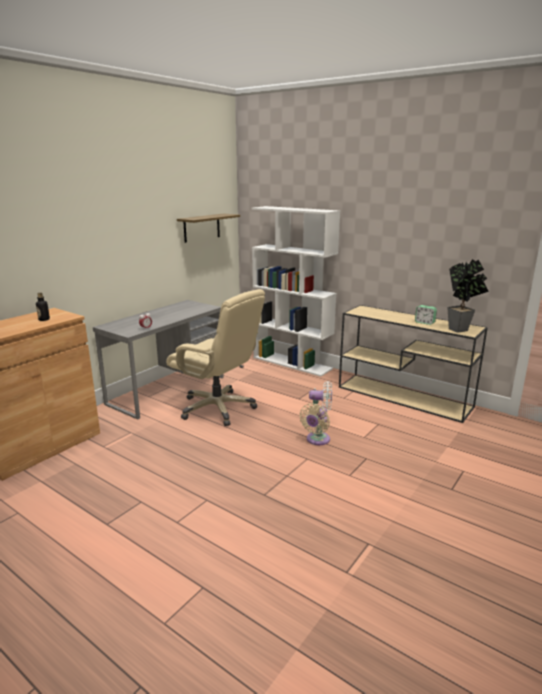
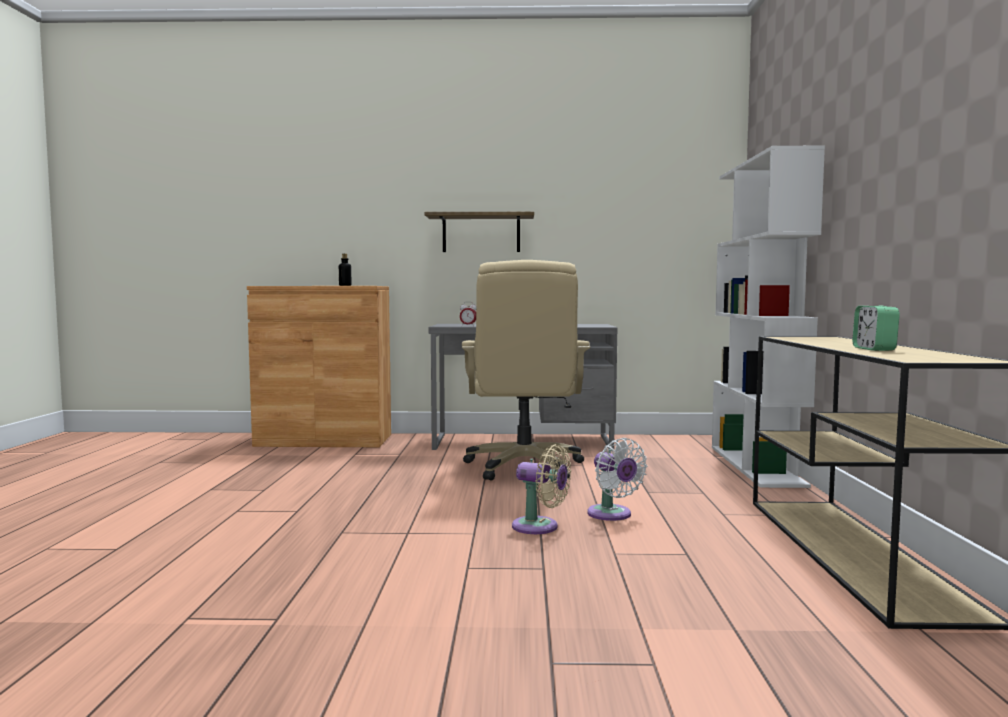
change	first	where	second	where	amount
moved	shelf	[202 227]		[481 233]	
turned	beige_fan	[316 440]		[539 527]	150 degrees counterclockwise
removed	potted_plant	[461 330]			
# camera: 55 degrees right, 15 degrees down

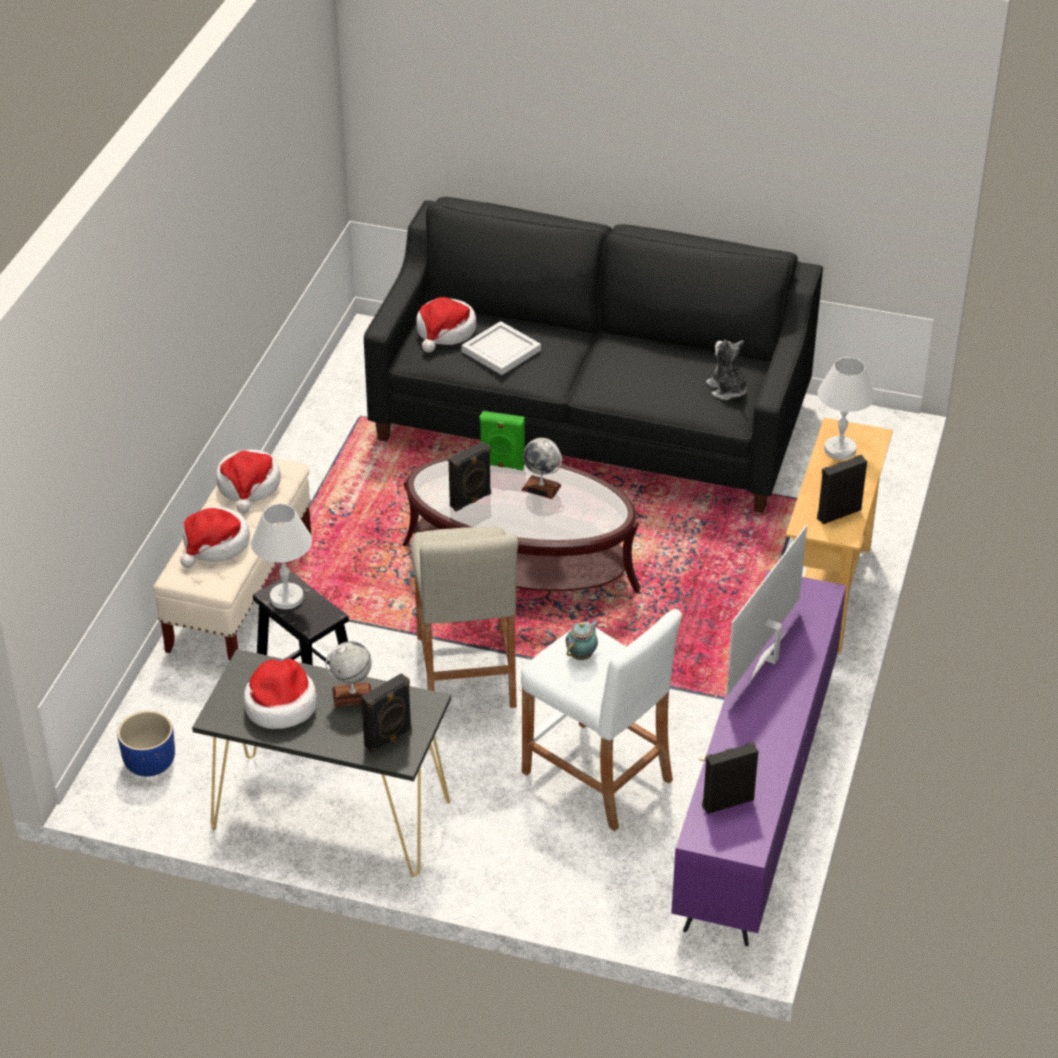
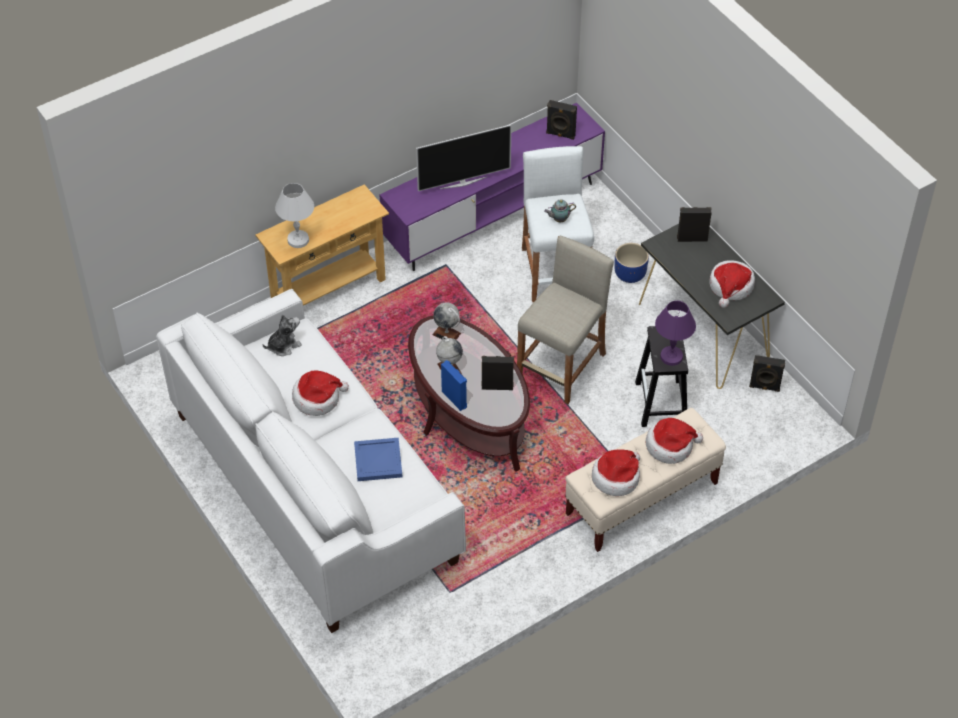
change	first	where	second	where	amount
moved	blue_planter	[149 763]		[630 275]	
recoloured	white_table_lamp	[286 598]	purple_table_lamp	[671 356]	
moved	globe	[352 695]		[446 334]	
recoloured	black_sofa	[591 422]	white_sofa	[315 487]	
moved	hat	[445 332]		[318 398]	
recoloured	white_tray	[502 351]	blue_tray	[377 460]	
recoloured	green_speaker	[502 465]	blue_speaker	[455 398]	
turned	plush_toy	[727 389]		[283 345]	135 degrees counterclockwise
moved	black_speaker	[838 513]		[764 387]	
# camera: 140 degrees left, 10 degrees up

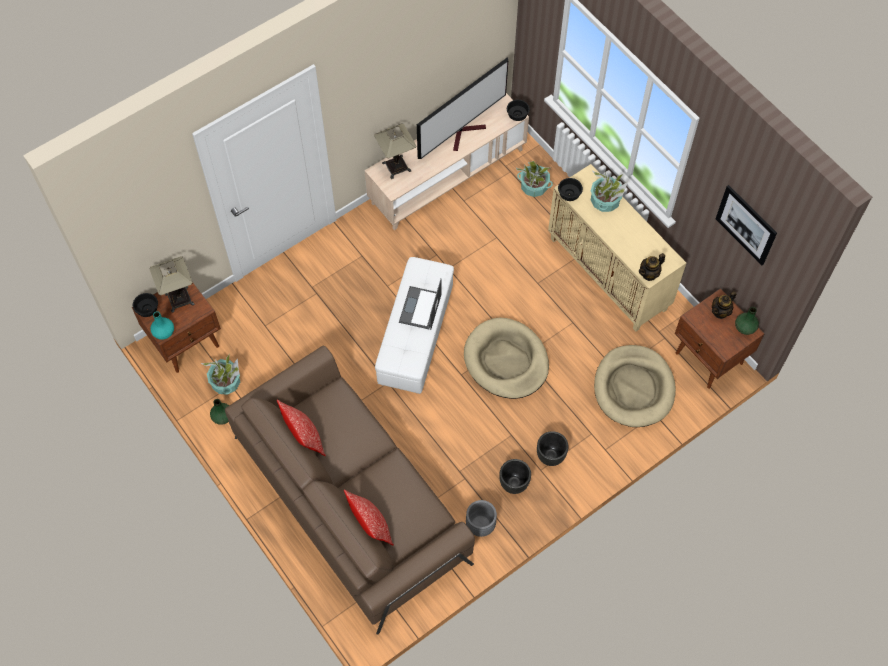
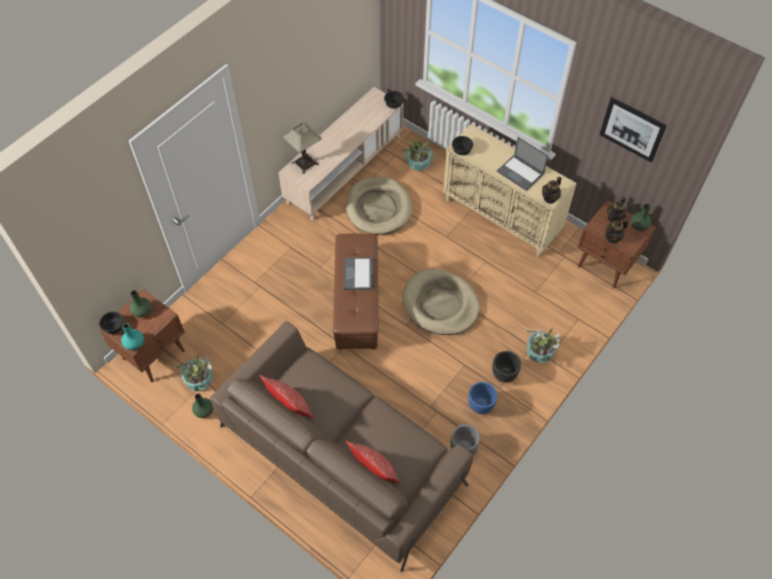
change	first	where	second	where	amount
replaced	table_lamp	[179 299]	green_vase	[142 311]	
recoloured	white_ottoman	[415 335]	brown_ottoman	[356 301]	
removed	television	[465 133]			
recoloured	black_planter	[513 483]	blue_planter	[480 405]	
moved	potted_plant	[605 201]		[539 352]	
moved	beige_dog_bed	[634 388]		[378 208]	
added			laptop	[521 173]	
added			teapot	[613 238]	
# camera: 15 degrees left, 5 degrees down

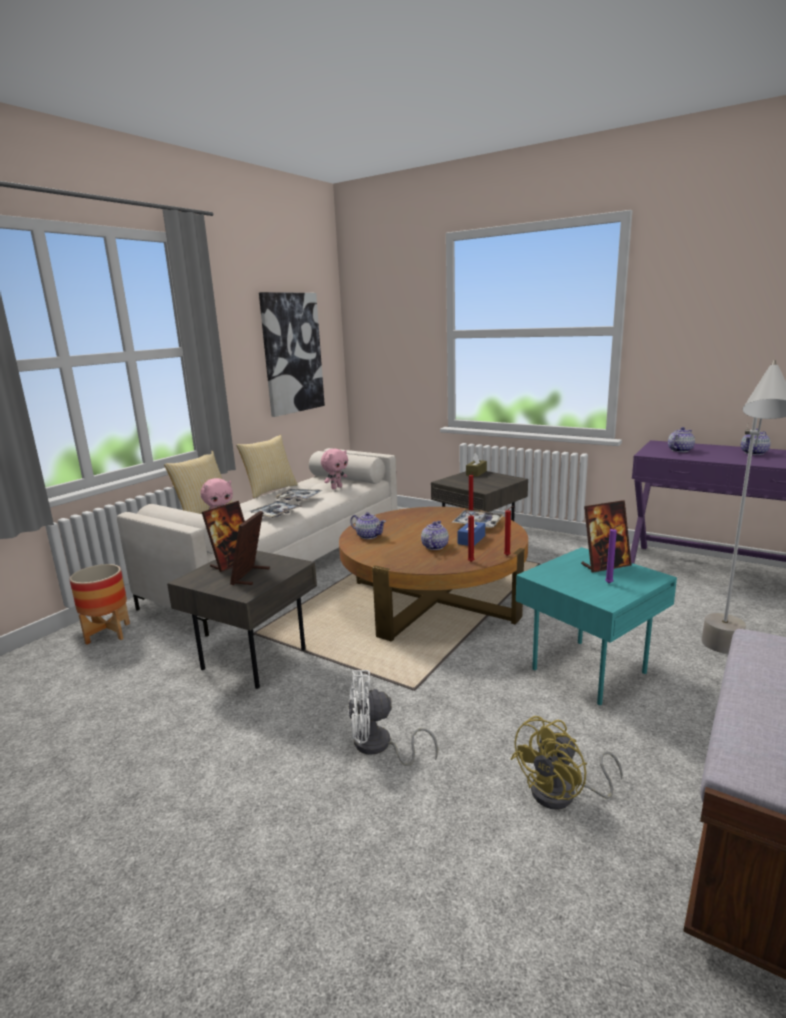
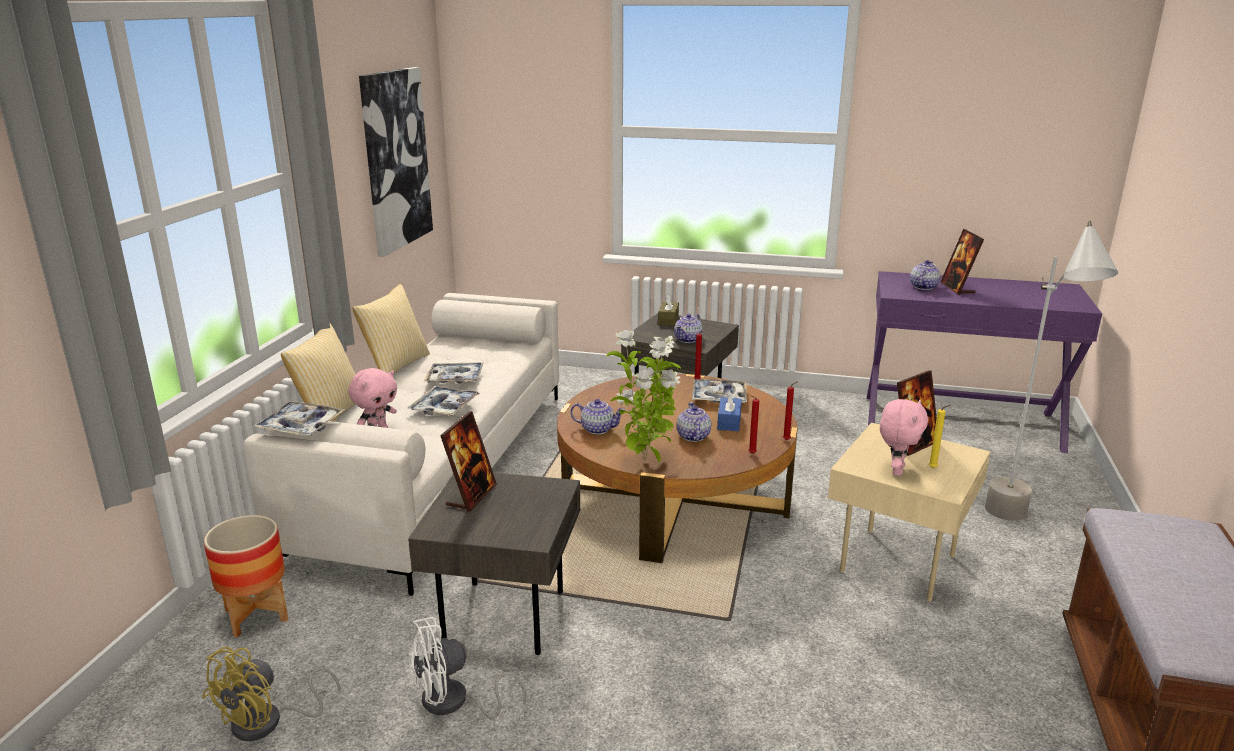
change	first	where	second	where	amount
moved	picture_frame	[250 576]		[957 288]	
moved	pink_plush_toy	[336 487]		[896 470]	
moved	white_fan	[379 747]		[454 703]	
moved	yellow_fan	[563 794]		[268 723]	
recoloured	turquoise_side_table	[588 668]	beige_side_table	[895 560]	
recoloured	purple_candle	[610 583]	yellow_candle	[934 468]	
moved	teapot	[754 453]		[688 339]	
added			tray	[300 426]	
added			potted_plant	[646 462]	
# camera: 20 degrees left, 5 degrees up

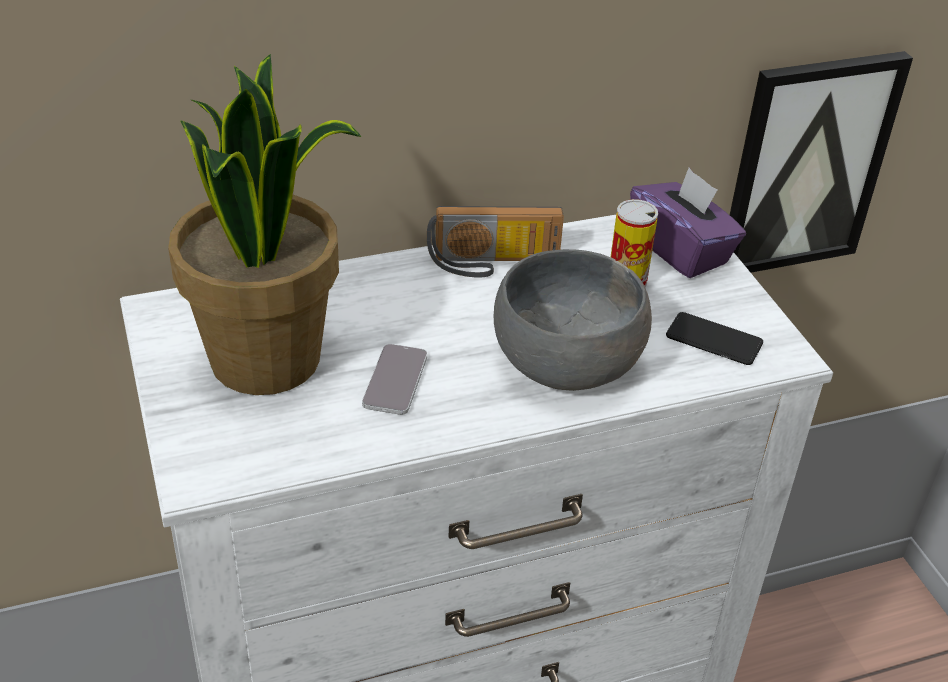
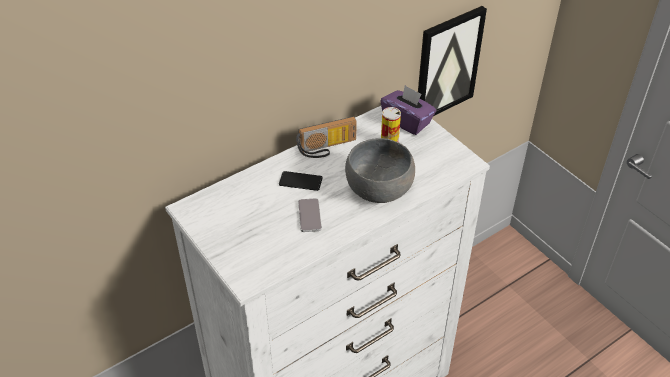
change	first	where	second	where	amount
removed	potted_plant	[268 359]			
moved	phone	[714 340]		[300 181]	
# camera: 15 degrees left, 5 degrees up

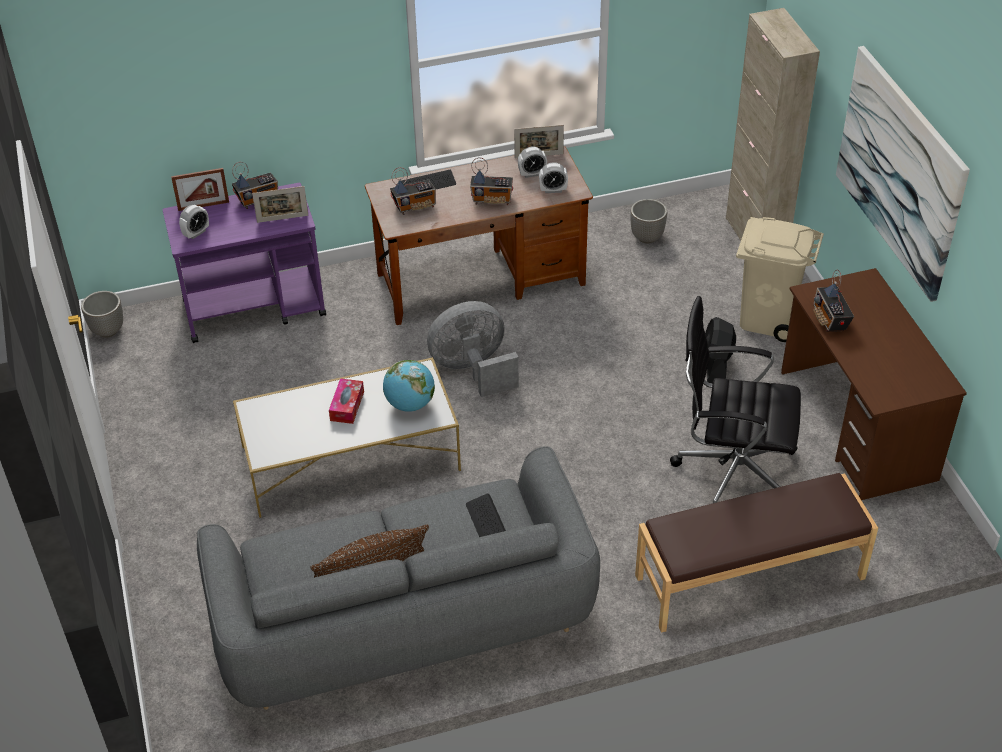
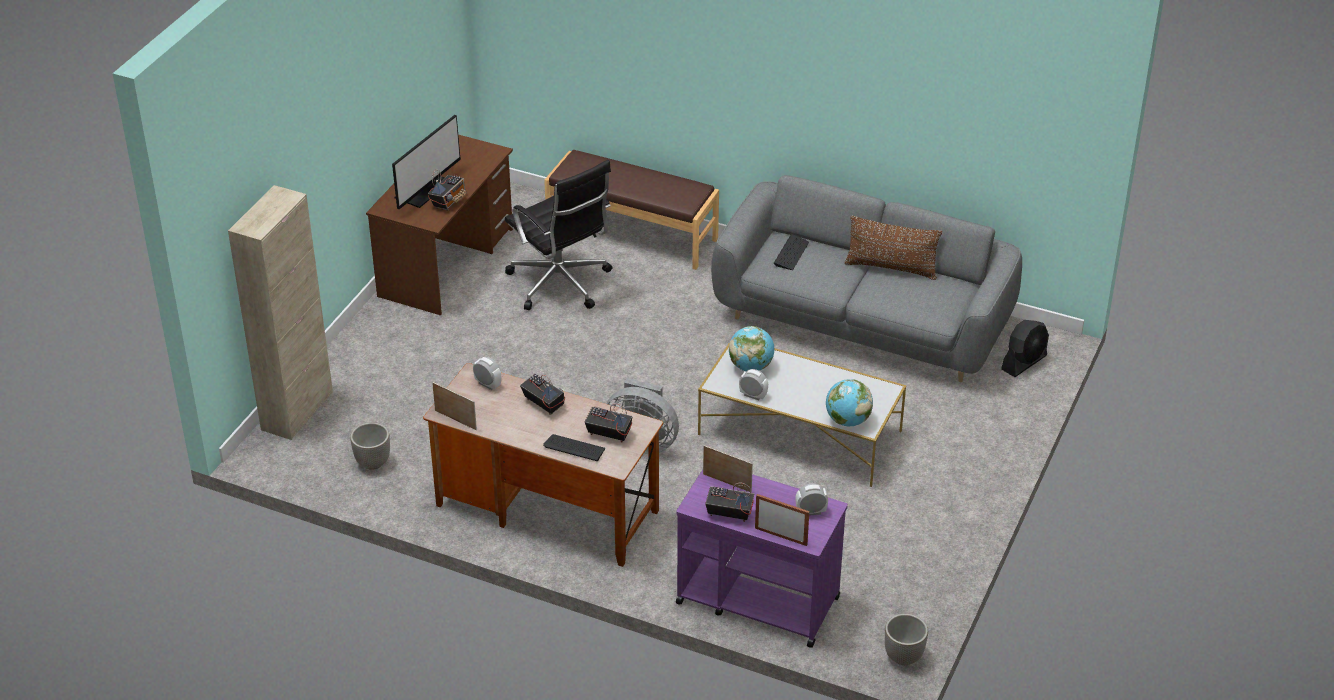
change	first	where	second	where	amount
removed	tissue_box	[347 406]			
moved	alarm_clock	[532 174]		[753 395]	
moved	black_fan	[716 365]		[1024 362]	
removed	beige_trash_can	[767 318]			
removed	picture	[900 171]			
added			monitor	[424 190]	
added			globe	[847 420]	
# camera: 140 degrees left, 5 degrees down

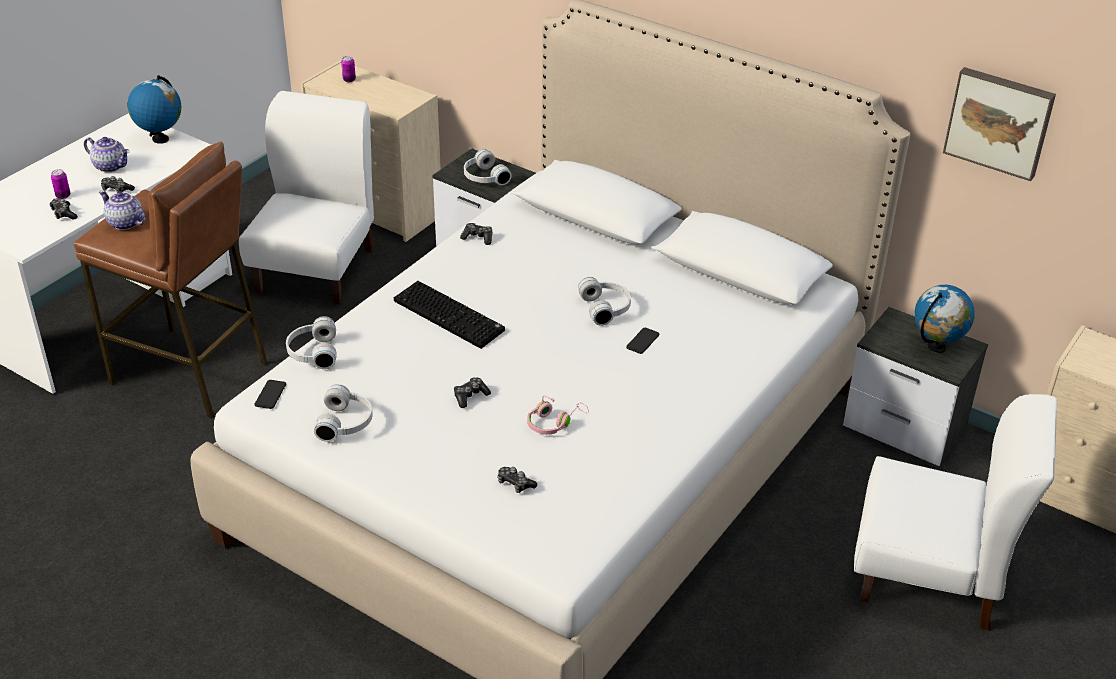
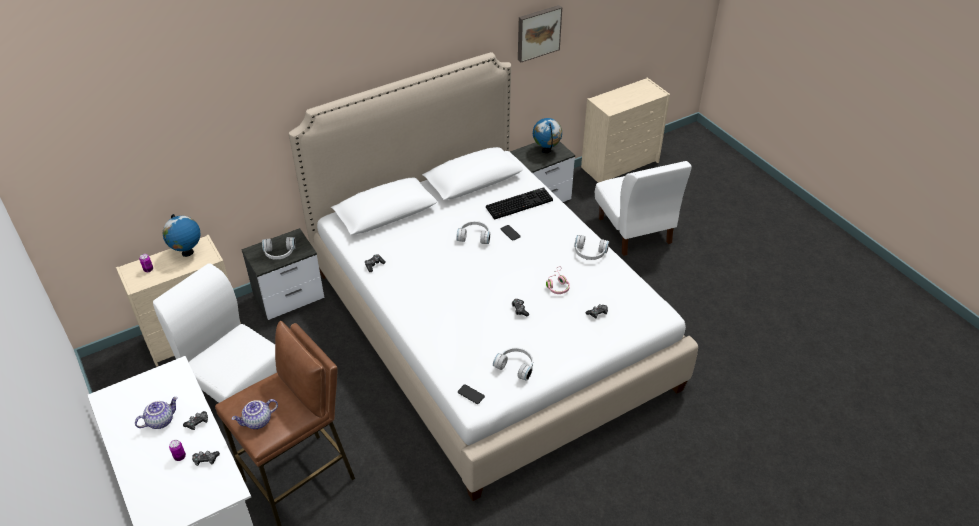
change	first	where	second	where	amount
moved	globe	[160 139]		[187 253]	
moved	white_headphones	[312 352]		[589 253]	
moved	keyboard	[451 315]		[519 203]	
turned	white_chair	[929 575]		[634 231]	120 degrees clockwise
# camera: 65 degrees left, 5 degrees up

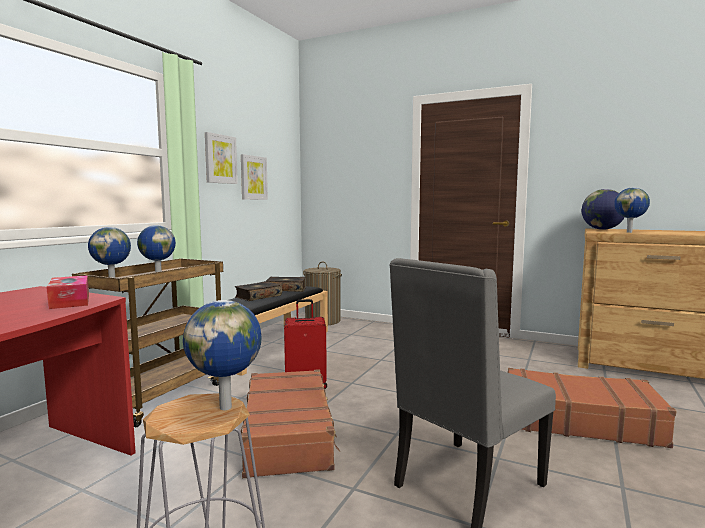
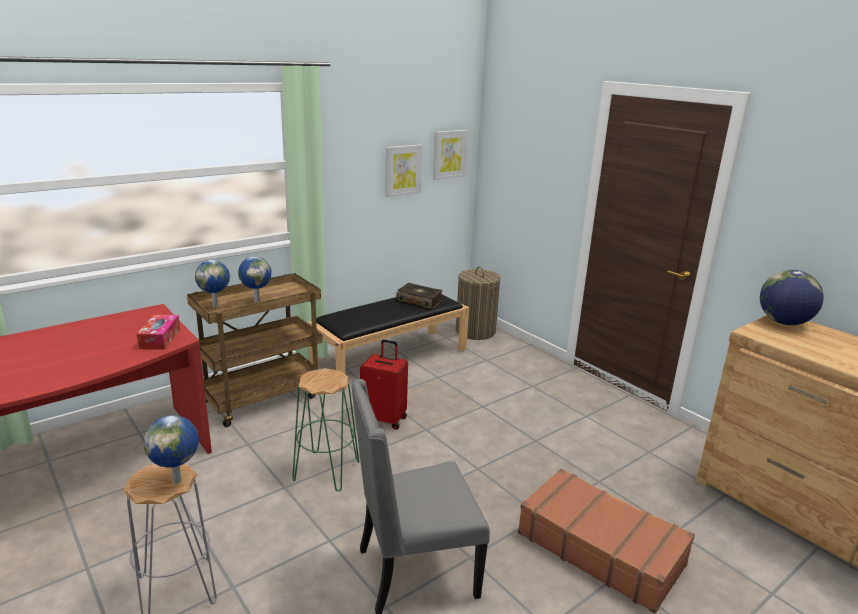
change	first	where	second	where	amount
moved	picture	[220 159]		[449 154]	
removed	book	[258 297]			
replaced	brown_suitcase	[289 433]	green_stool	[326 470]	
removed	globe	[629 232]			
# camera: 25 degrees right, 15 degrees up

